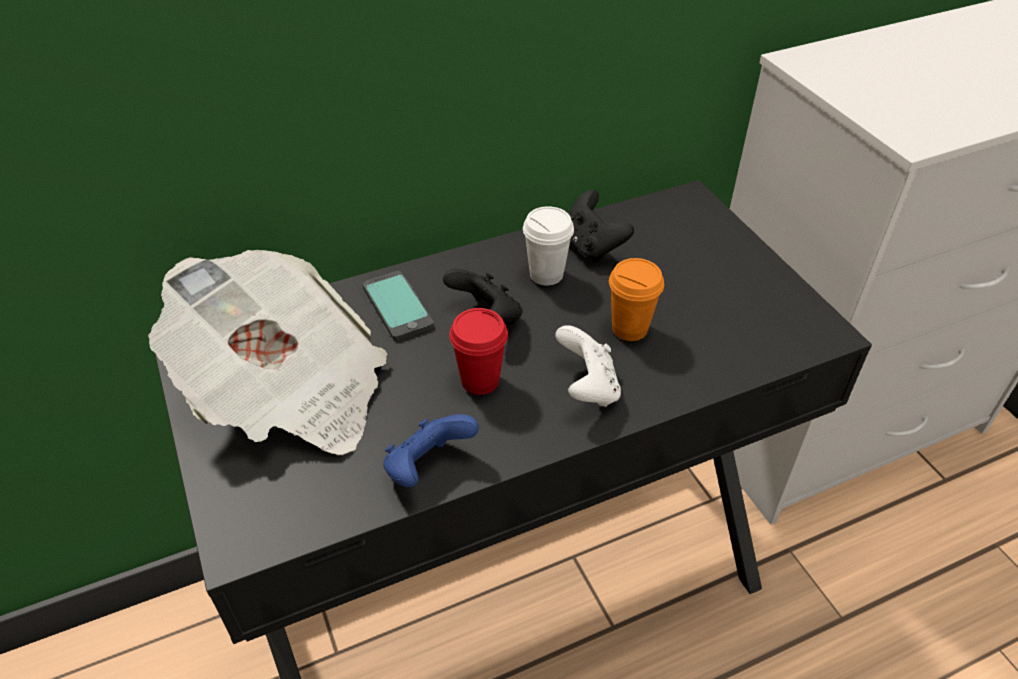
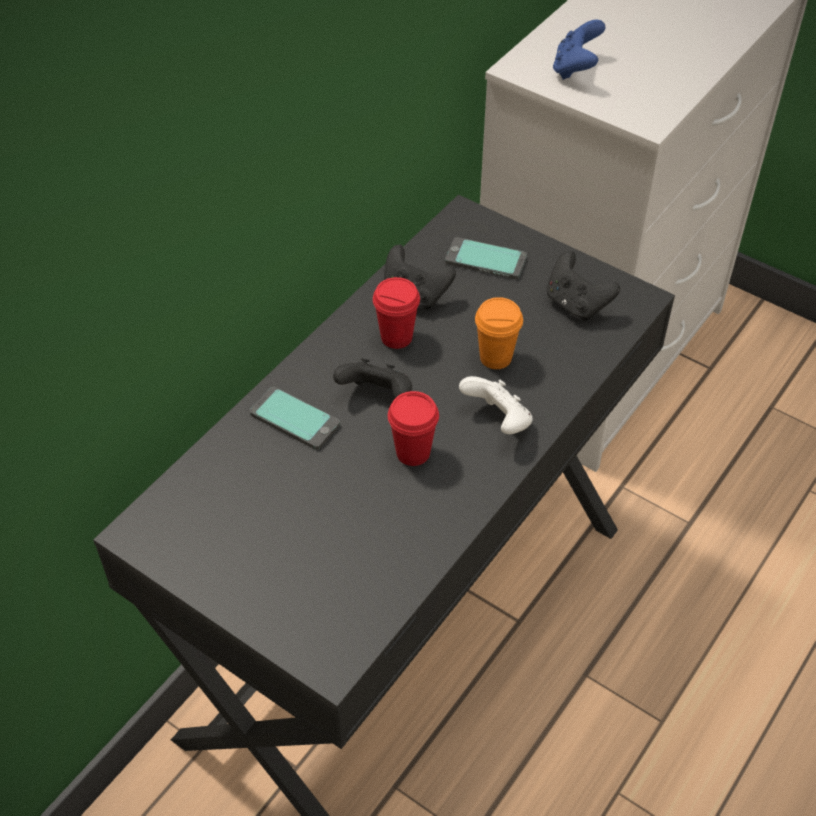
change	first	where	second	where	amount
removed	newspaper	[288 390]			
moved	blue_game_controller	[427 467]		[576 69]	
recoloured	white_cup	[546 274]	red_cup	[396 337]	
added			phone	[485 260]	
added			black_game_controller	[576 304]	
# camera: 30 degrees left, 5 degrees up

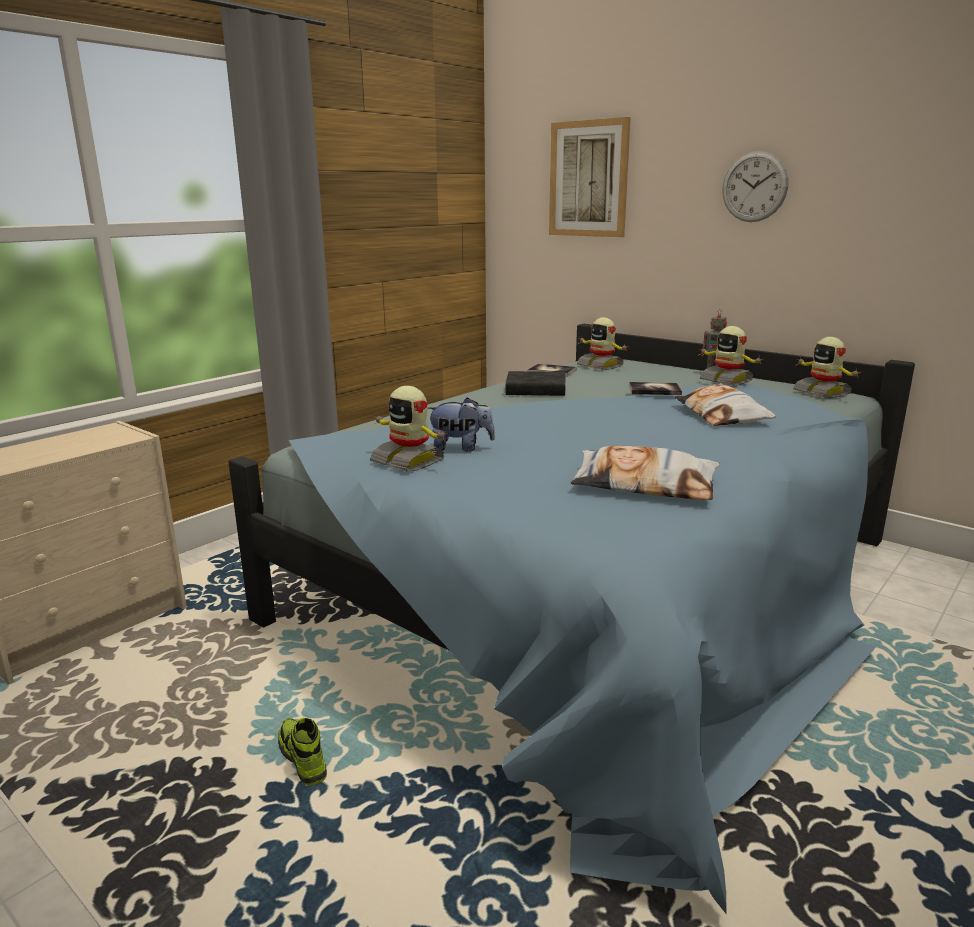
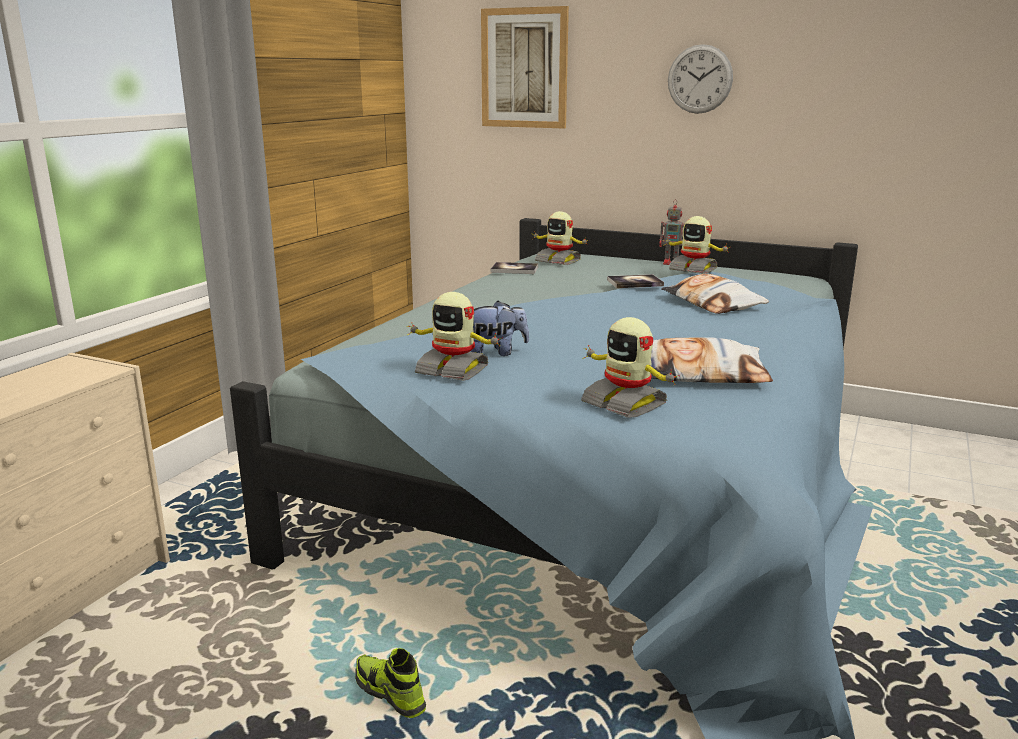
change	first	where	second	where	amount
removed	black_book	[535 390]			
moved	toy_robot	[822 392]		[625 403]	
# camera: 15 degrees left, 0 degrees up

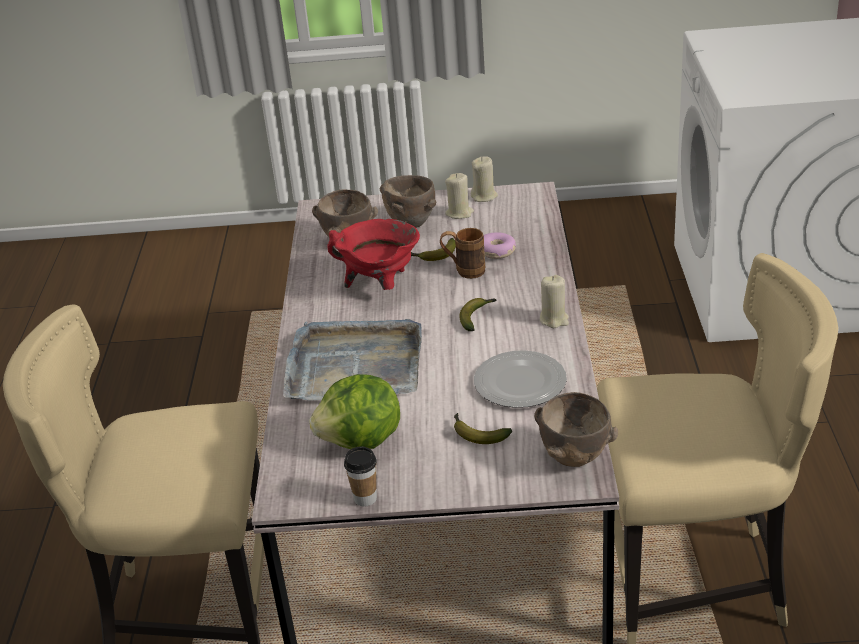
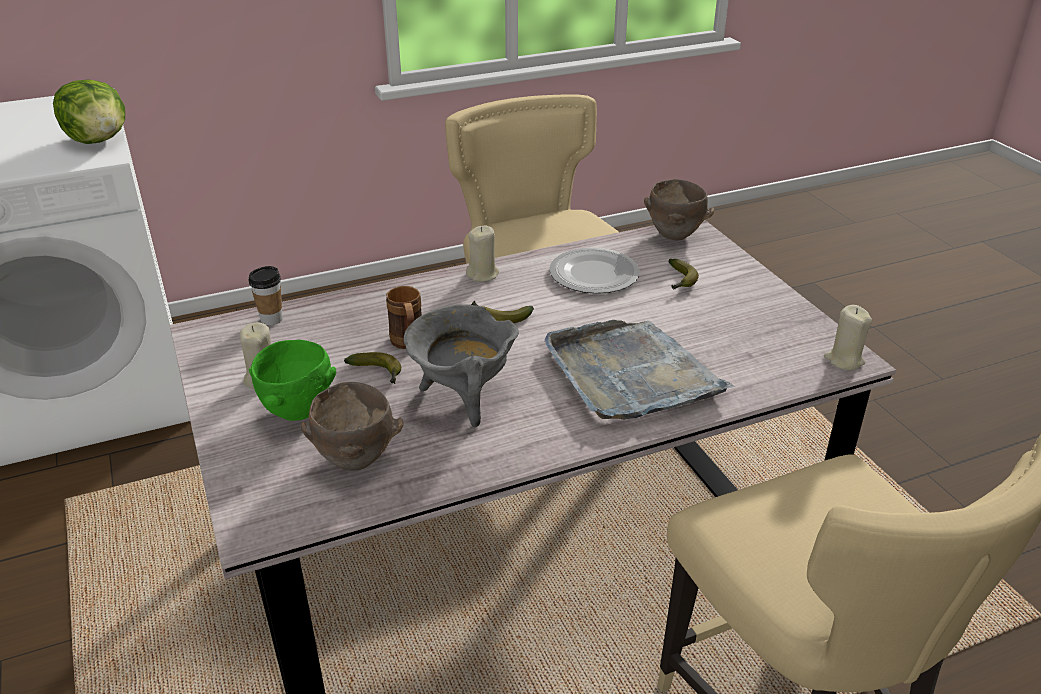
change	first	where	second	where	amount
moved	lettuce	[362 441]		[99 140]	
recoloured	red_cooking_pot	[381 286]	grey_cooking_pot	[463 398]	
moved	cup	[365 498]		[271 319]	
recoloured	brown_bowl	[412 224]	green_bowl	[297 411]	
moved	beige_candle	[484 196]		[844 360]	
removed	donut	[497 251]			
# camera: 115 degrees left, 0 degrees up

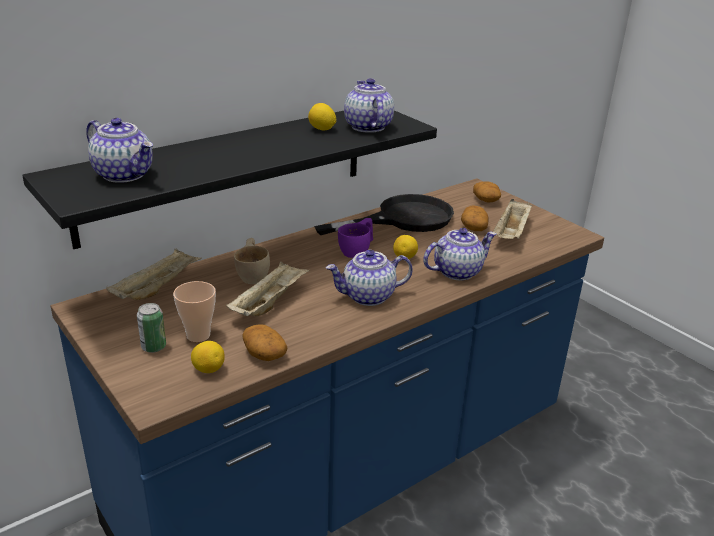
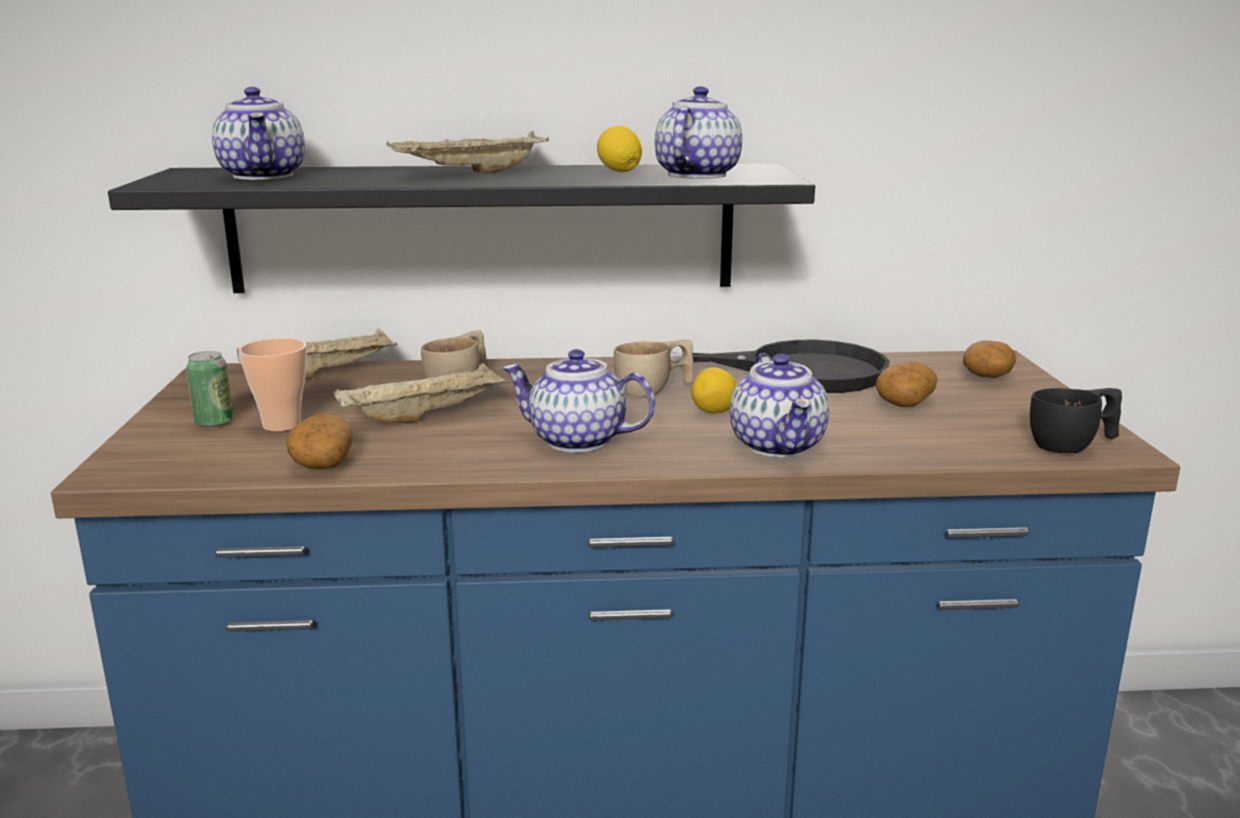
change	first	where	second	where	amount
removed	lemon	[208 369]			
recoloured	purple_cup	[358 250]	beige_cup	[654 390]	
turned	teapot	[457 271]		[779 445]	75 degrees clockwise
moved	beige_tray	[511 233]		[471 173]	
added			black_cup	[1073 445]	
# camera: 35 degrees right, 10 degrees down

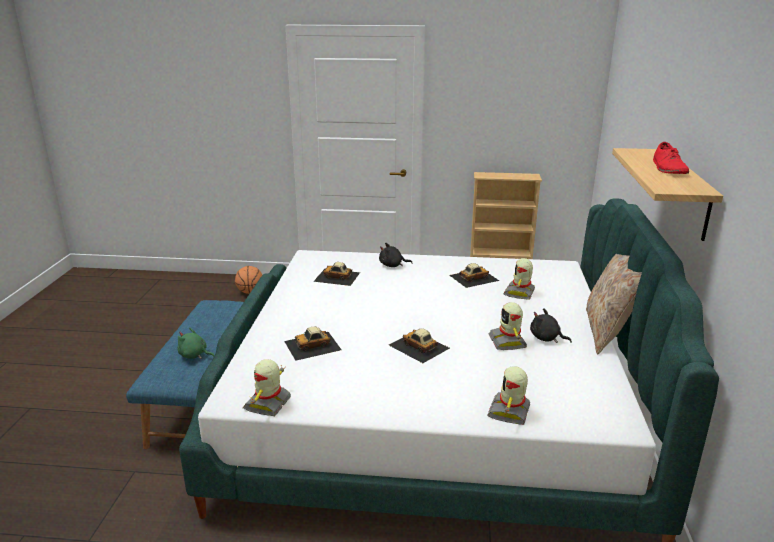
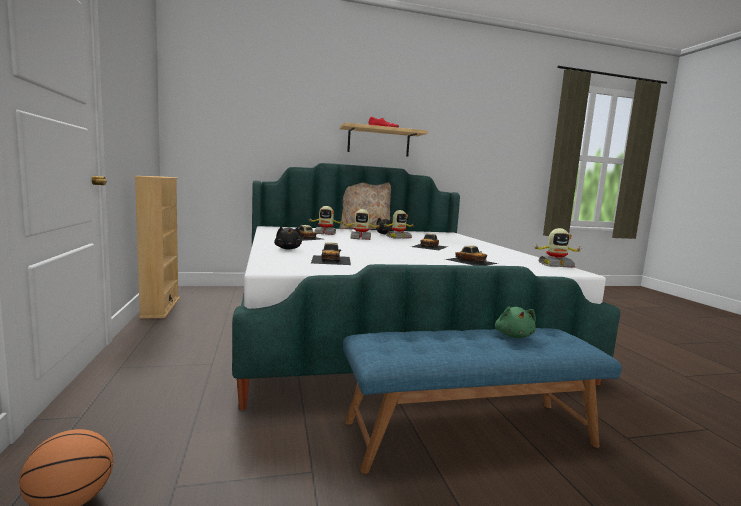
change	first	where	second	where	amount
moved	toy_robot	[510 412]		[360 238]	
# camera: 110 degrees left, 15 degrees down

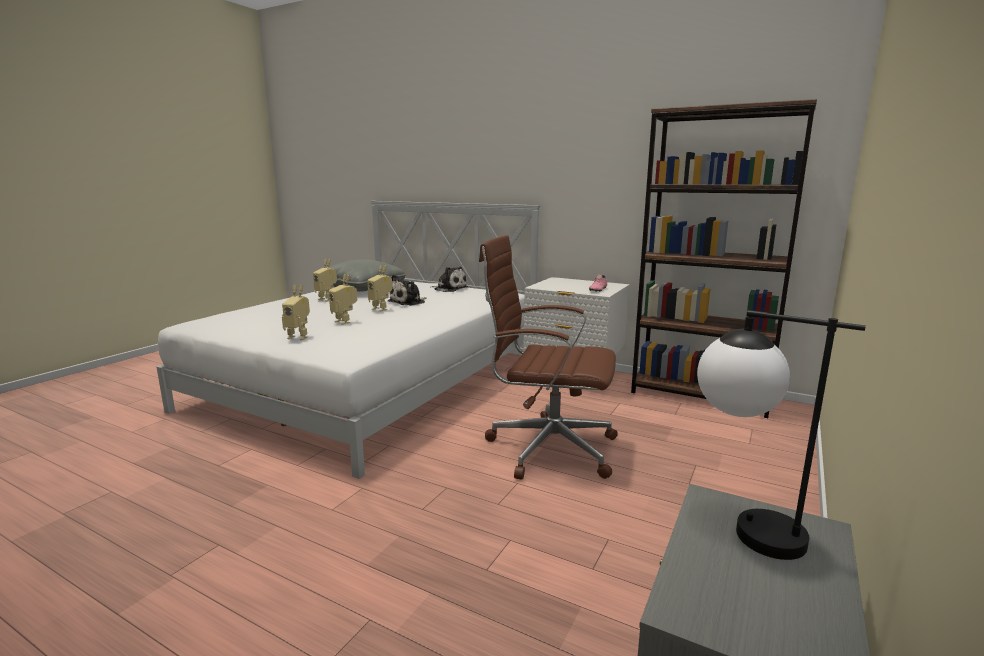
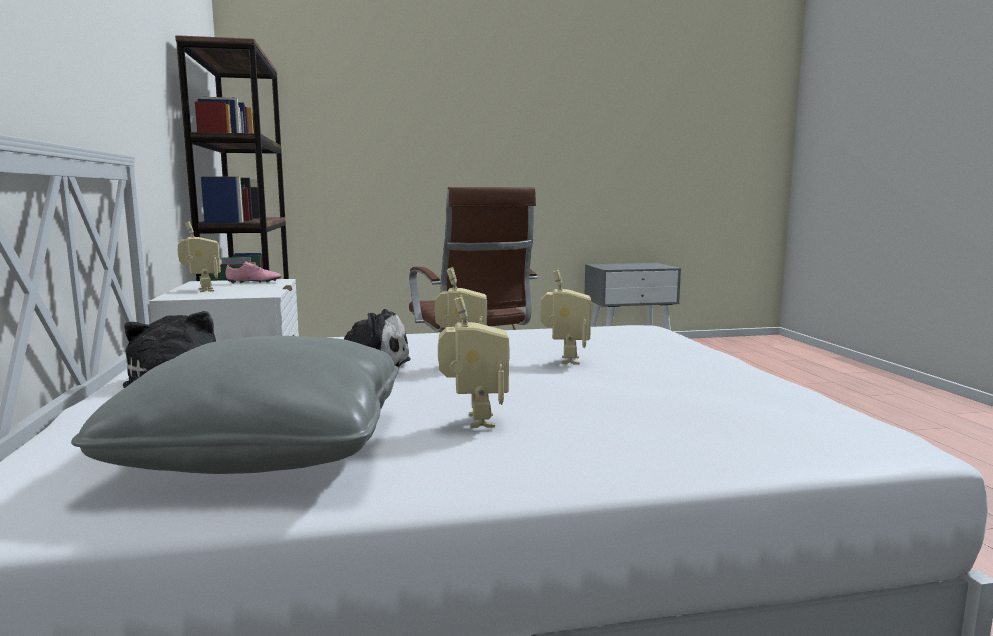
change	first	where	second	where	amount
moved	toy_robot	[299 337]		[201 290]	
removed	table_lamp	[741 528]			
# camera: 130 degrees left, 5 degrees down

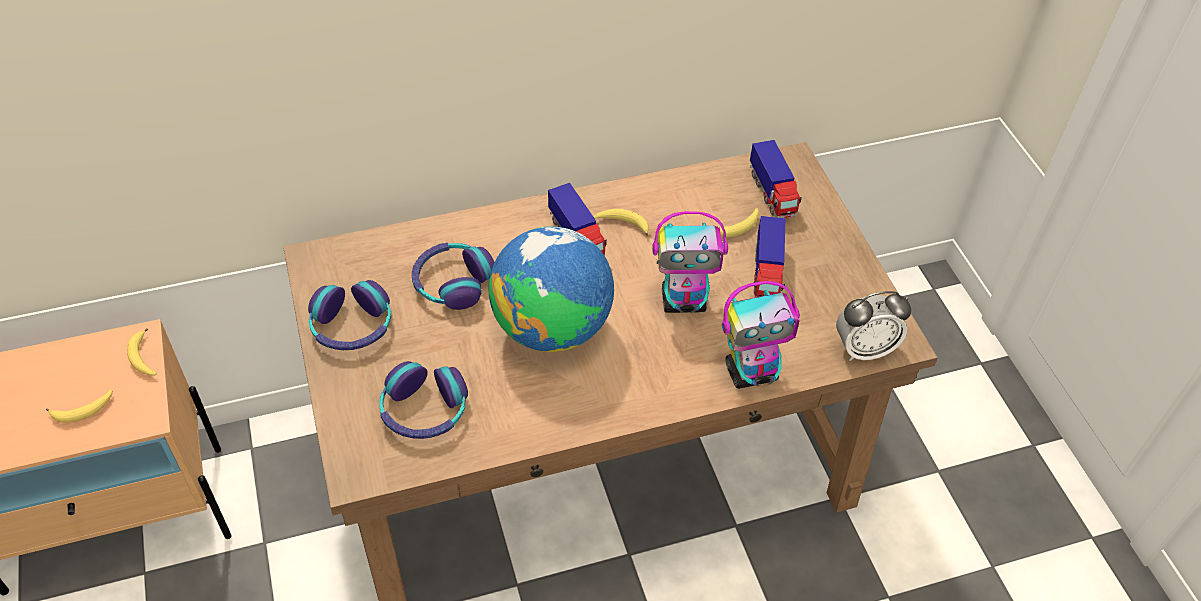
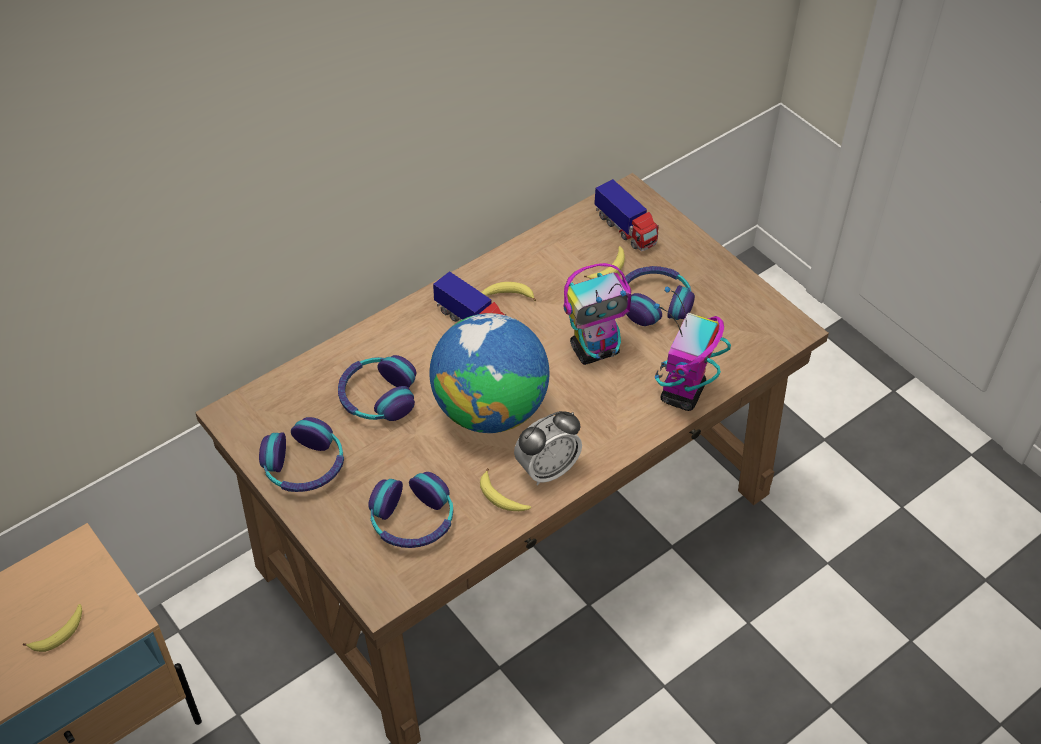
change	first	where	second	where	amount
moved	banana	[143 358]		[501 497]	
turned	toy_robot	[751 372]		[682 394]	150 degrees clockwise
replaced	toy_truck	[766 273]	headphones	[654 303]	
moved	alarm_clock	[864 349]		[547 469]	
# camera: 20 degrees left, 0 degrees up

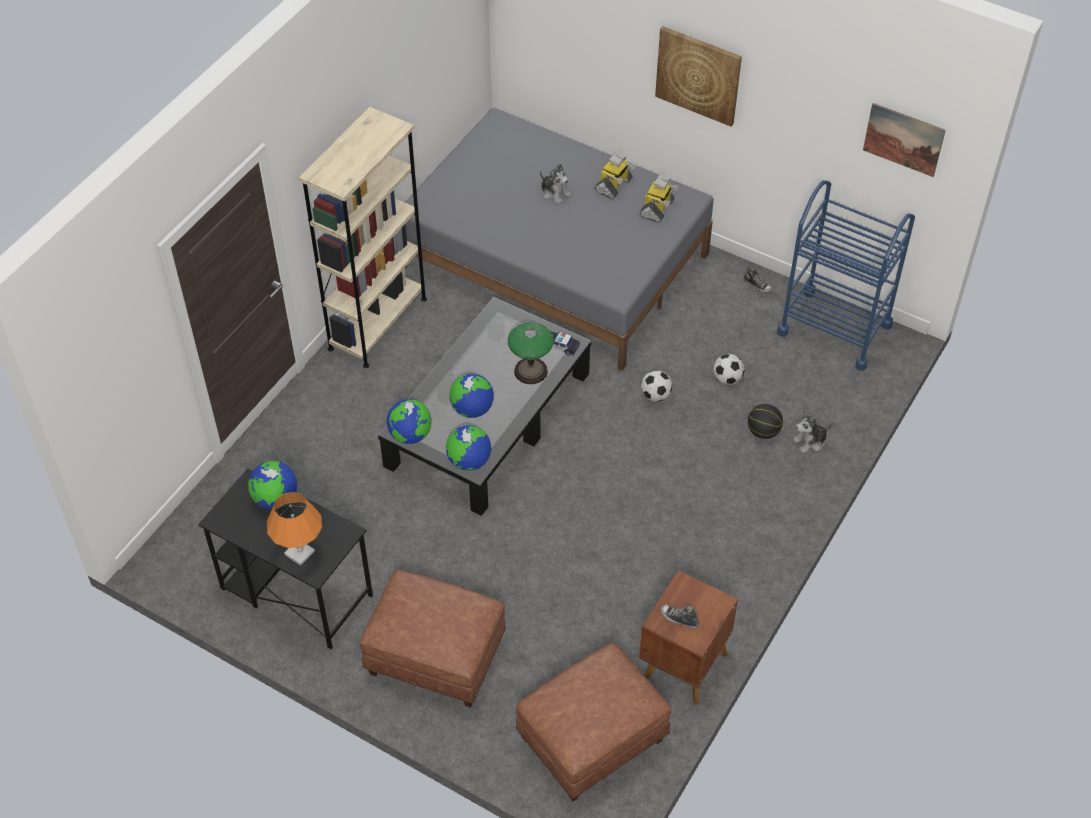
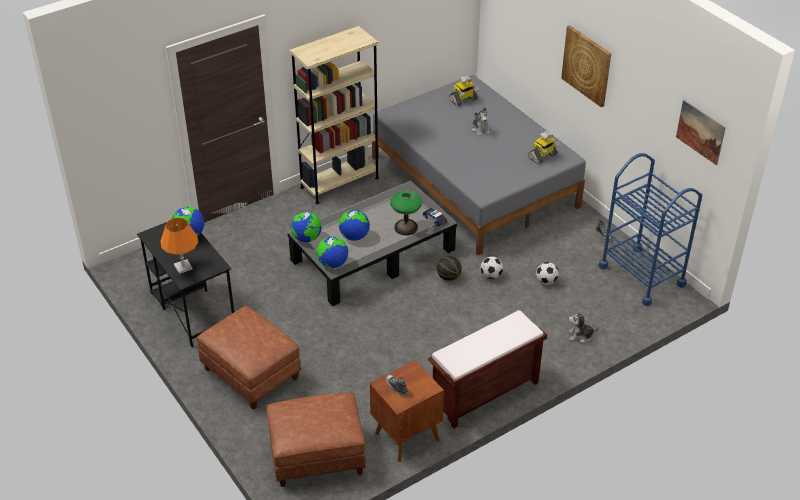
change	first	where	second	where	amount
moved	toy_robot	[614 186]		[463 100]	
moved	basketball	[763 431]		[448 277]	
added			brown_bench	[484 394]	
# camera: 25 degrees right, 10 degrees down

